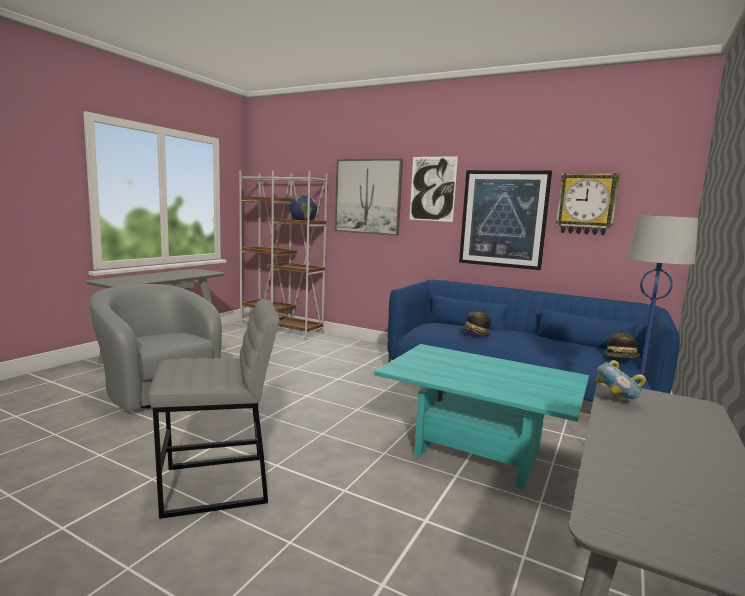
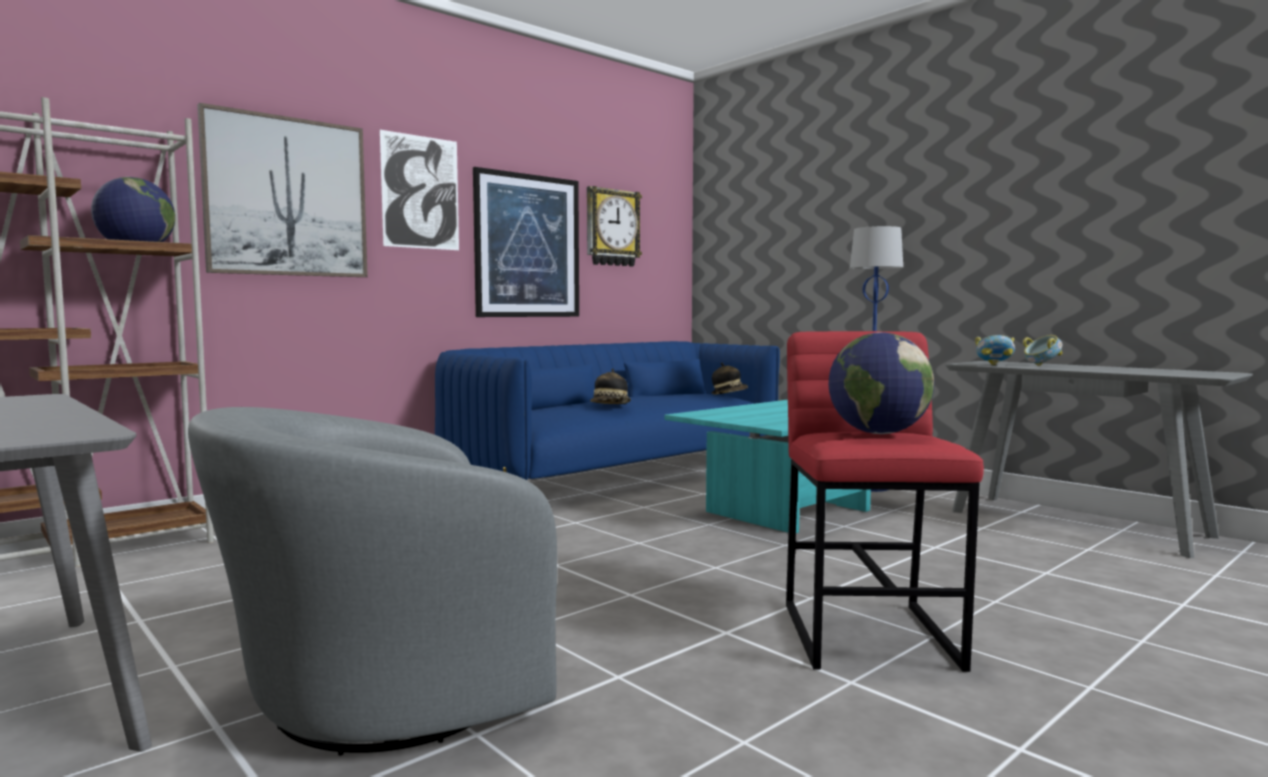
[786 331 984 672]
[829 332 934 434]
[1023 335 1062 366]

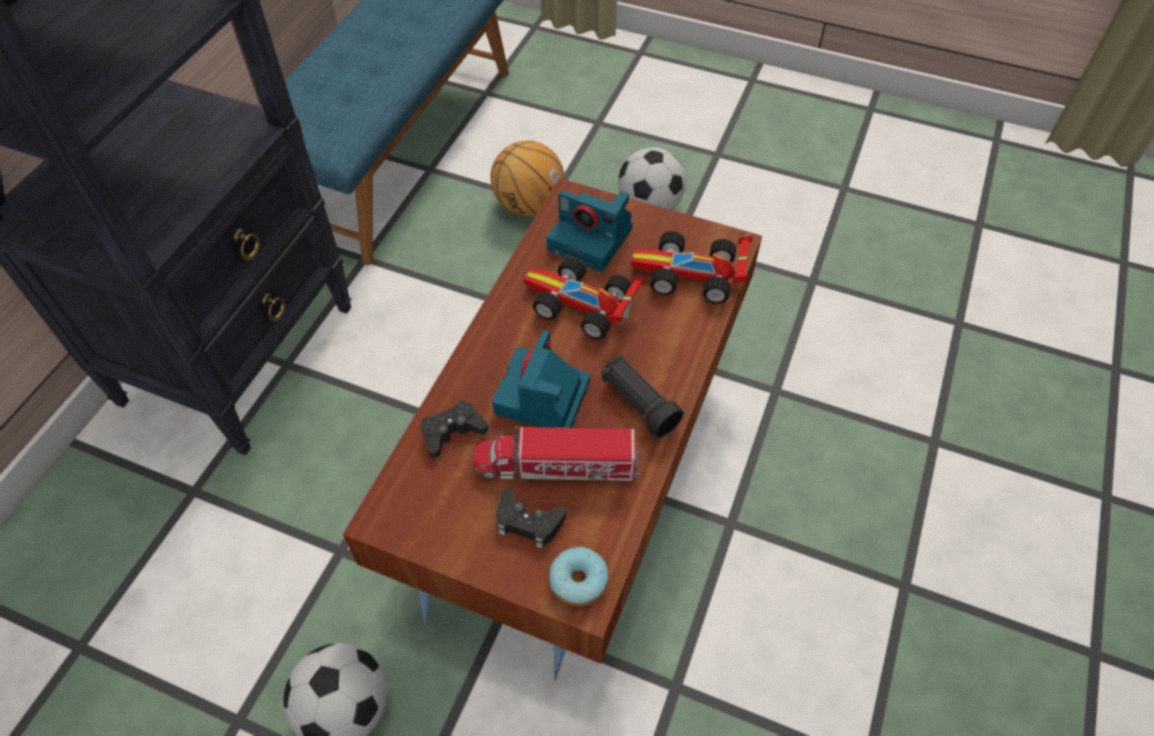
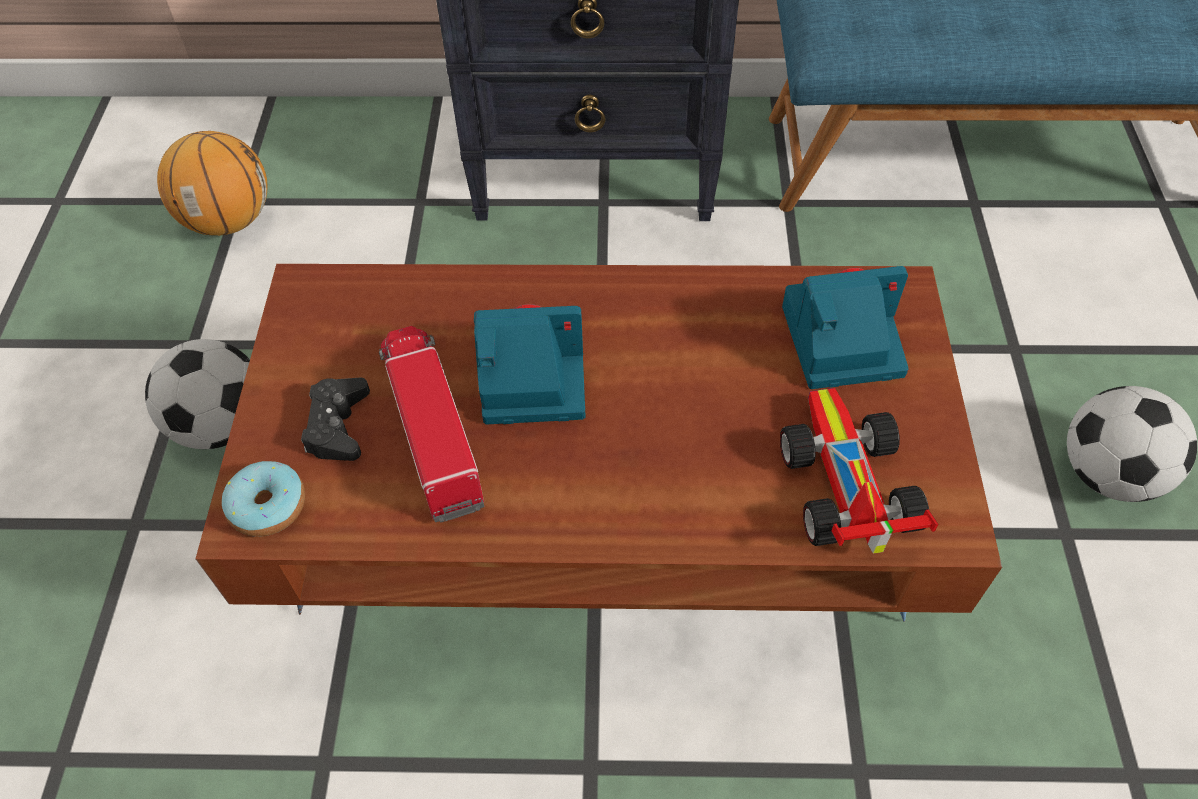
[157 131 268 236]
[782 266 909 389]
[524 257 645 339] (first image)
[602 356 684 438] (first image)
[421 400 488 458] (first image)

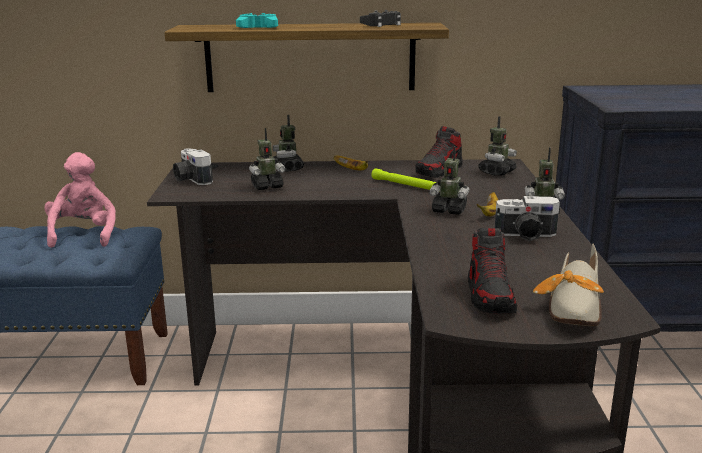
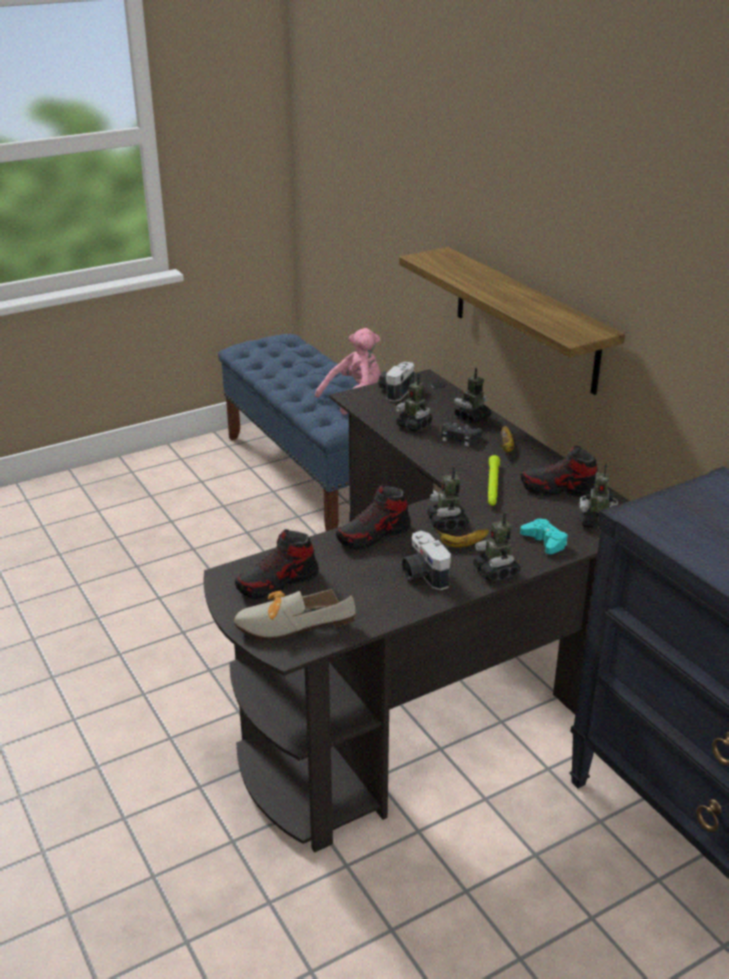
[442 422 483 446]
[520 519 568 554]
[336 485 411 550]

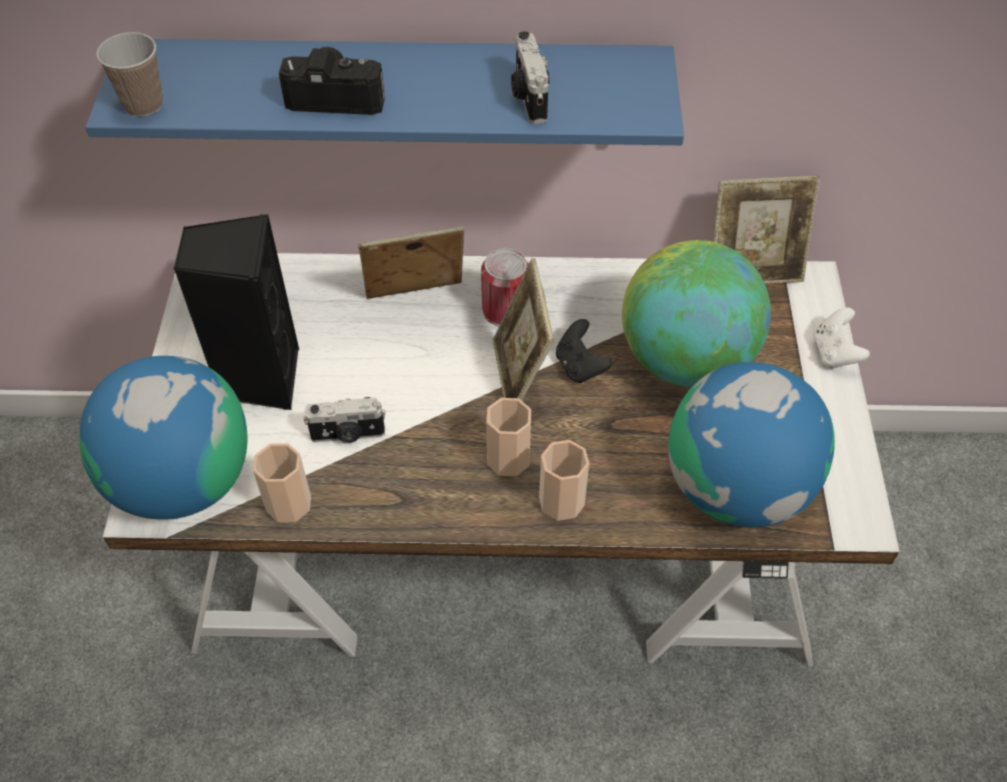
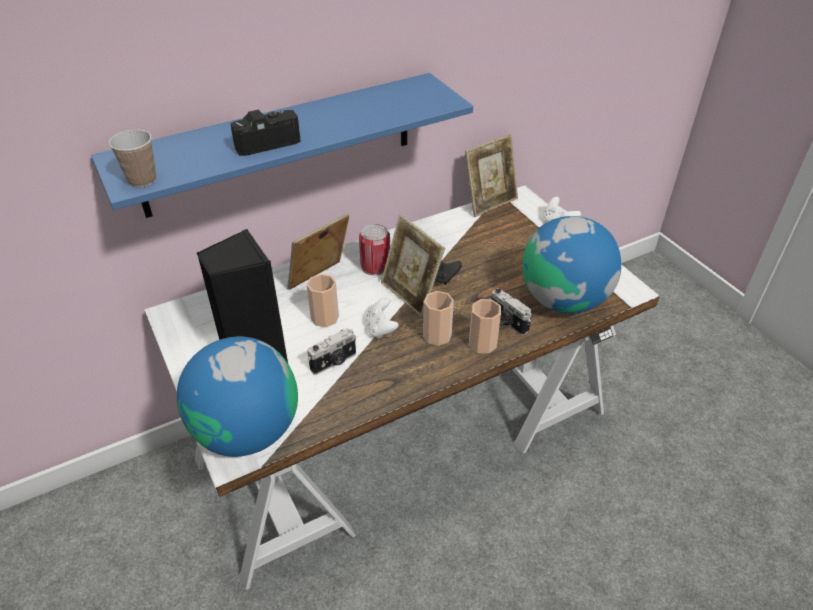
[491 288 532 336]
[622 240 771 387] (first image)
[306 274 339 327]
[366 297 399 339]

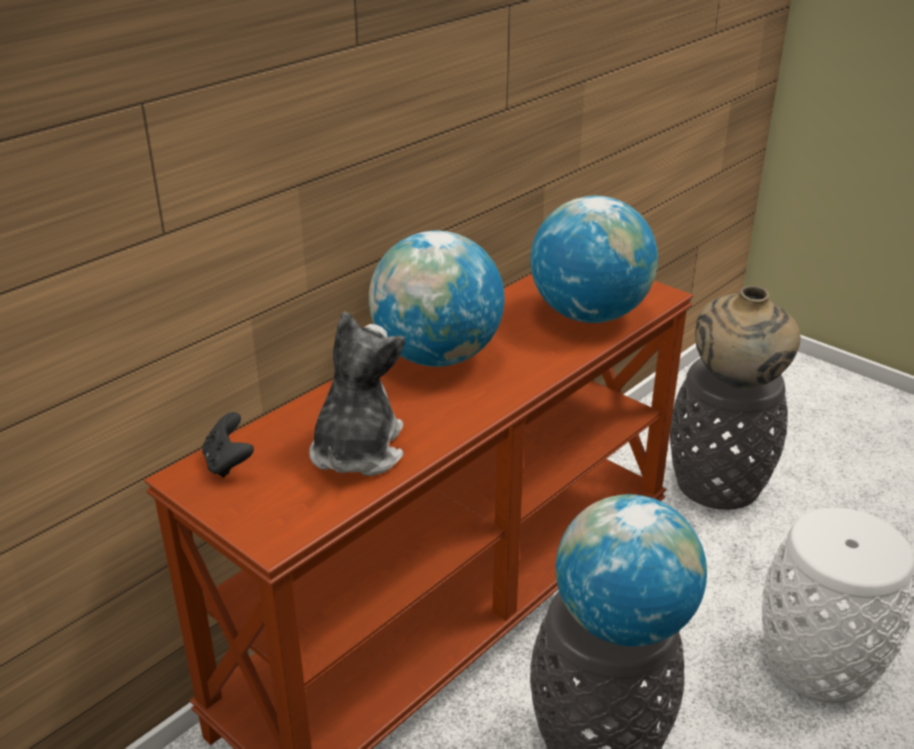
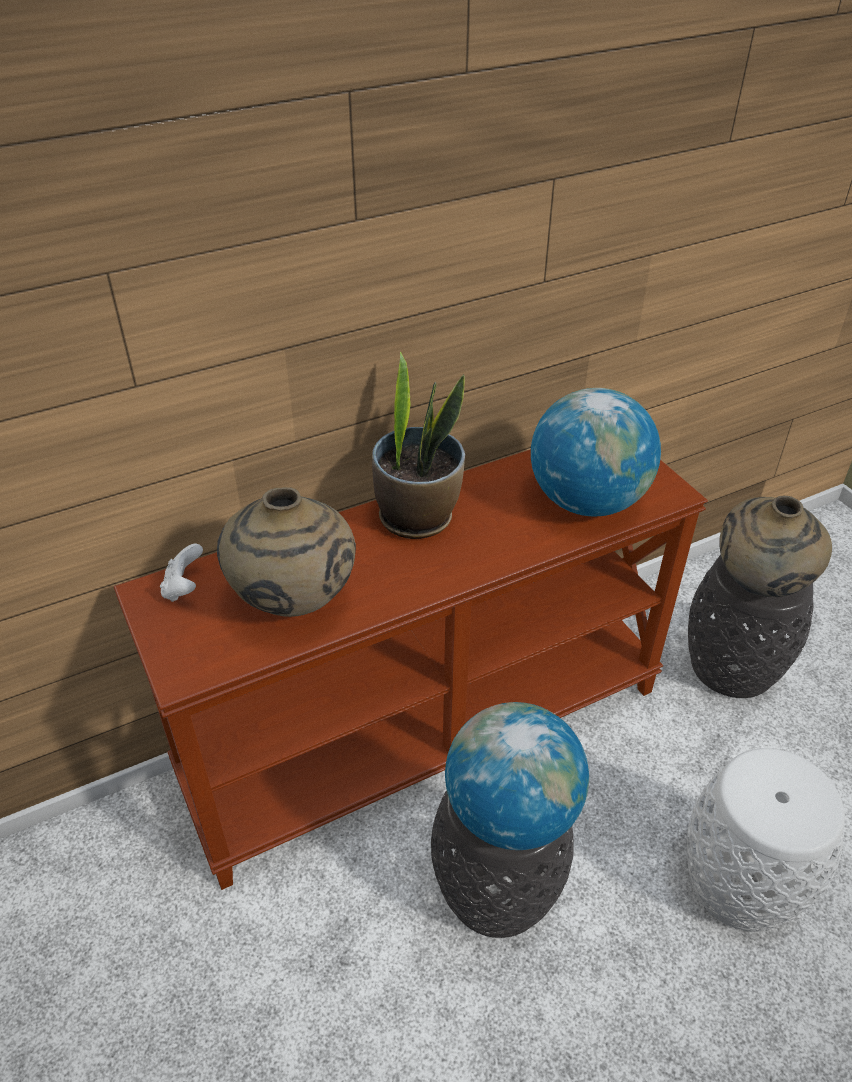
[372 352 465 539]
[217 487 356 617]
[160 544 203 602]

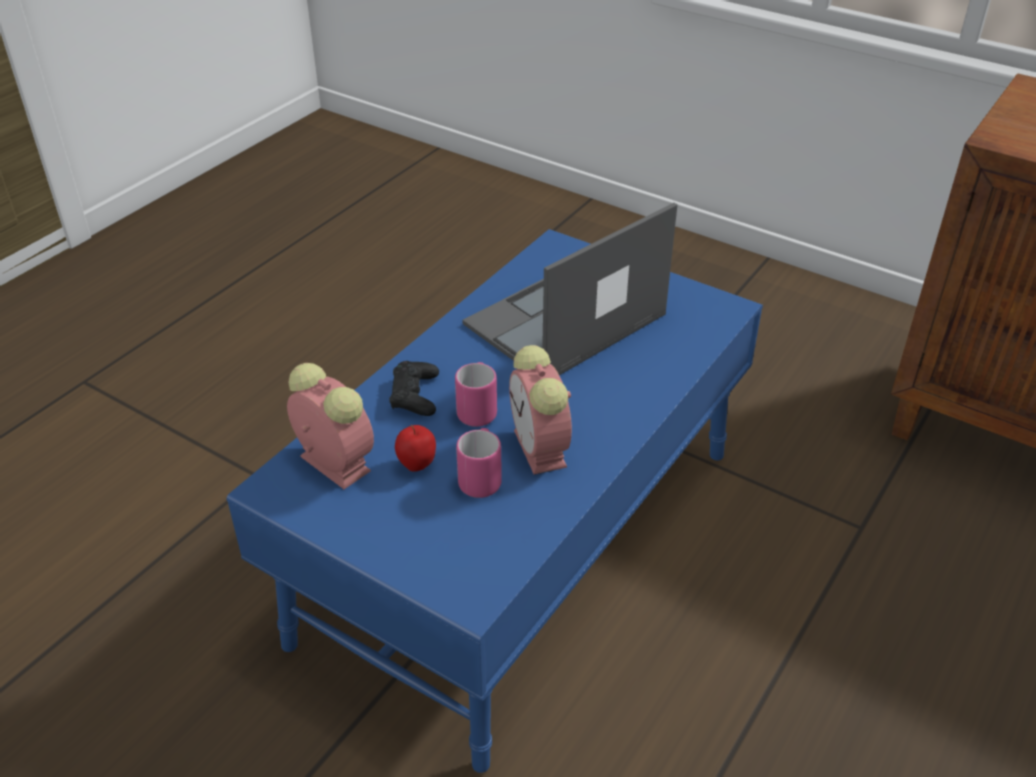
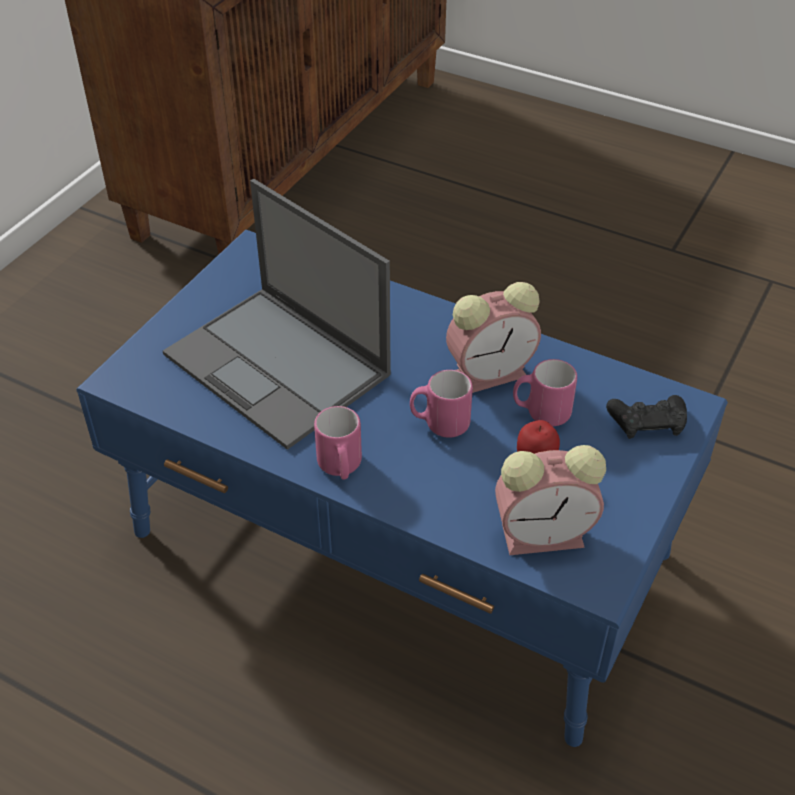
[606 395 687 439]
[495 445 606 555]
[314 406 362 479]

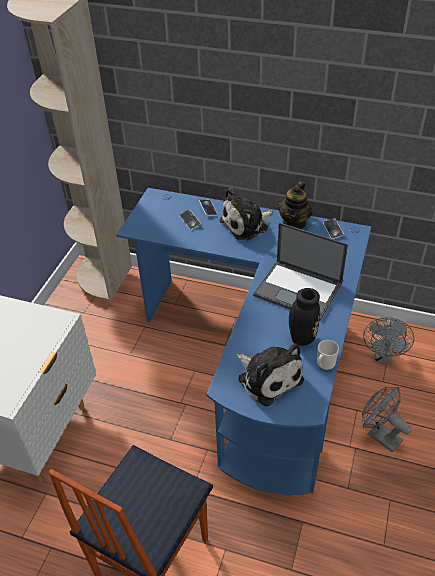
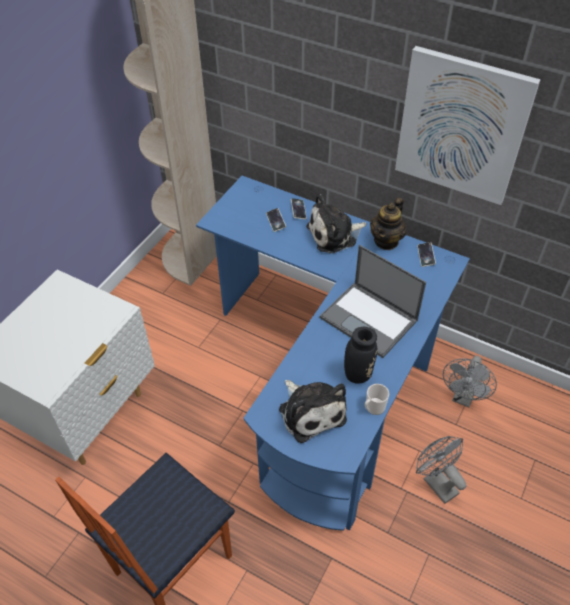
[395 46 541 205]

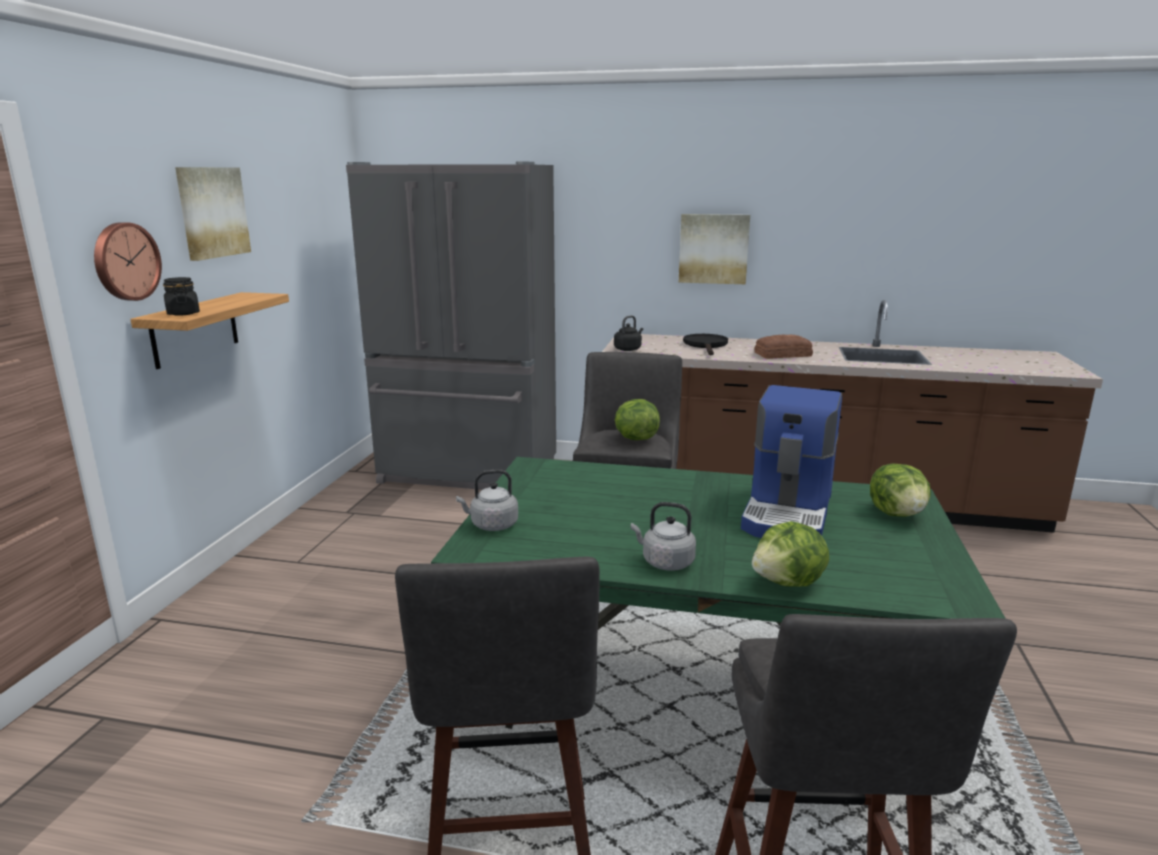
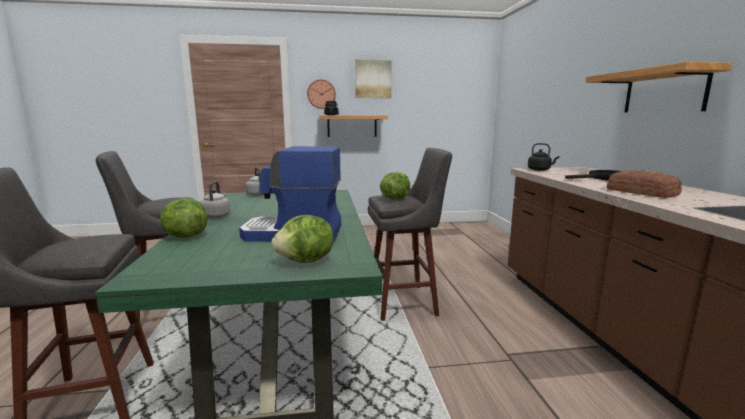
[346 161 556 490] (first image)
[586 62 732 112]

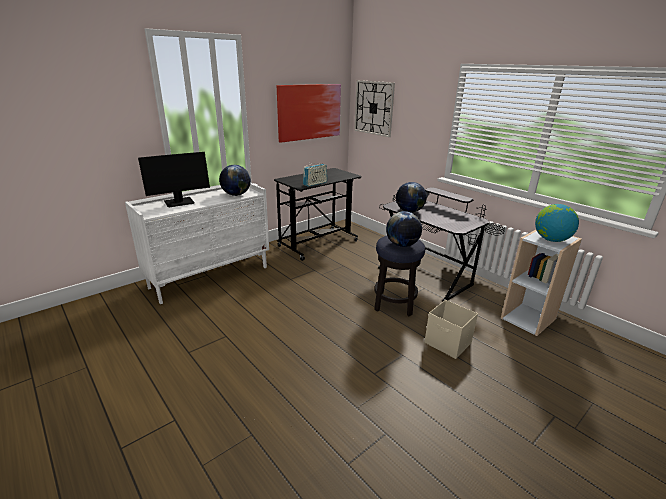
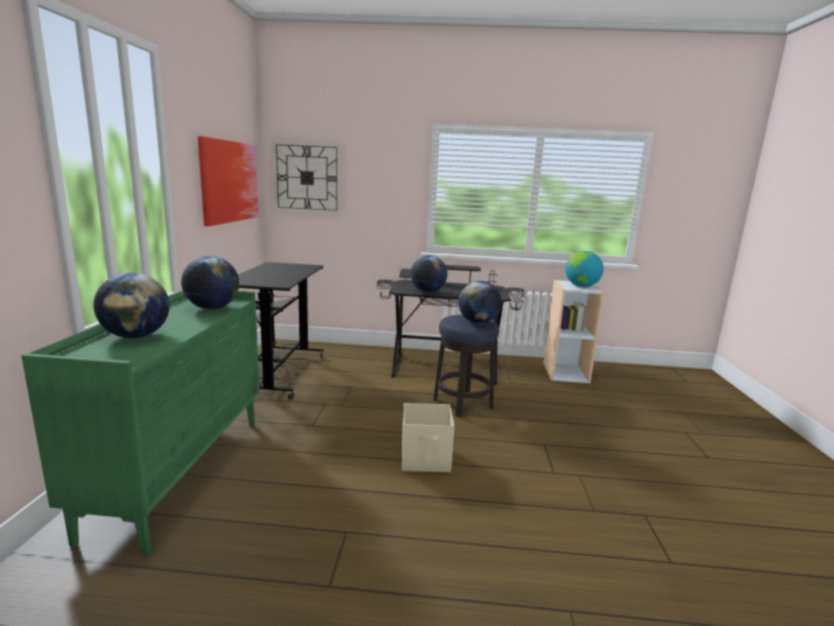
[93 272 169 338]
[303 163 327 187] (first image)
[21 291 260 556]
[402 403 454 472]

